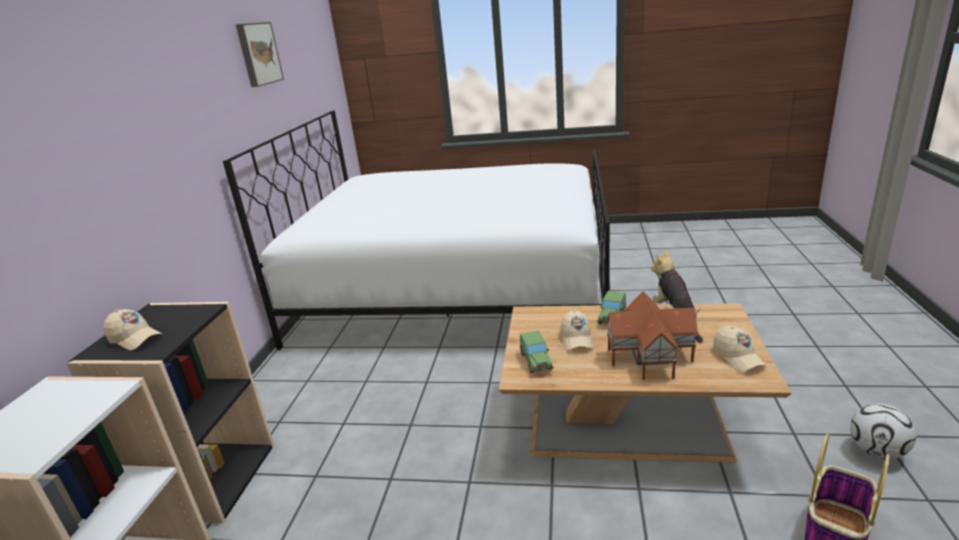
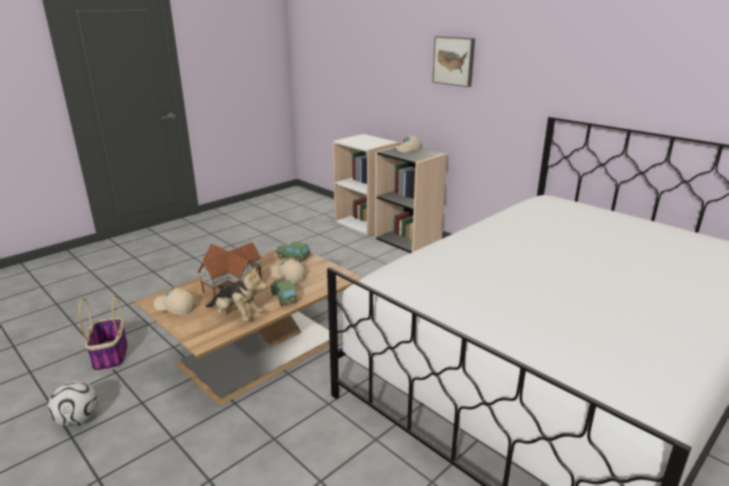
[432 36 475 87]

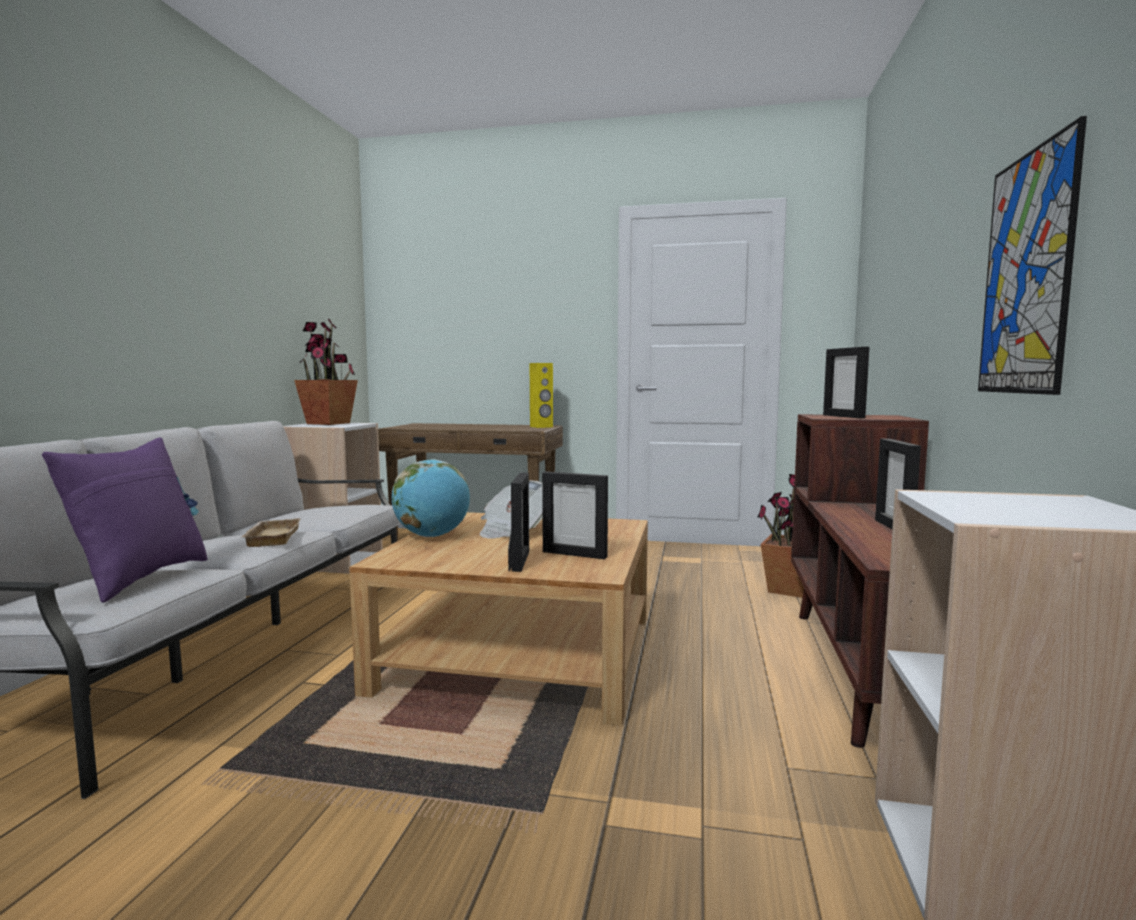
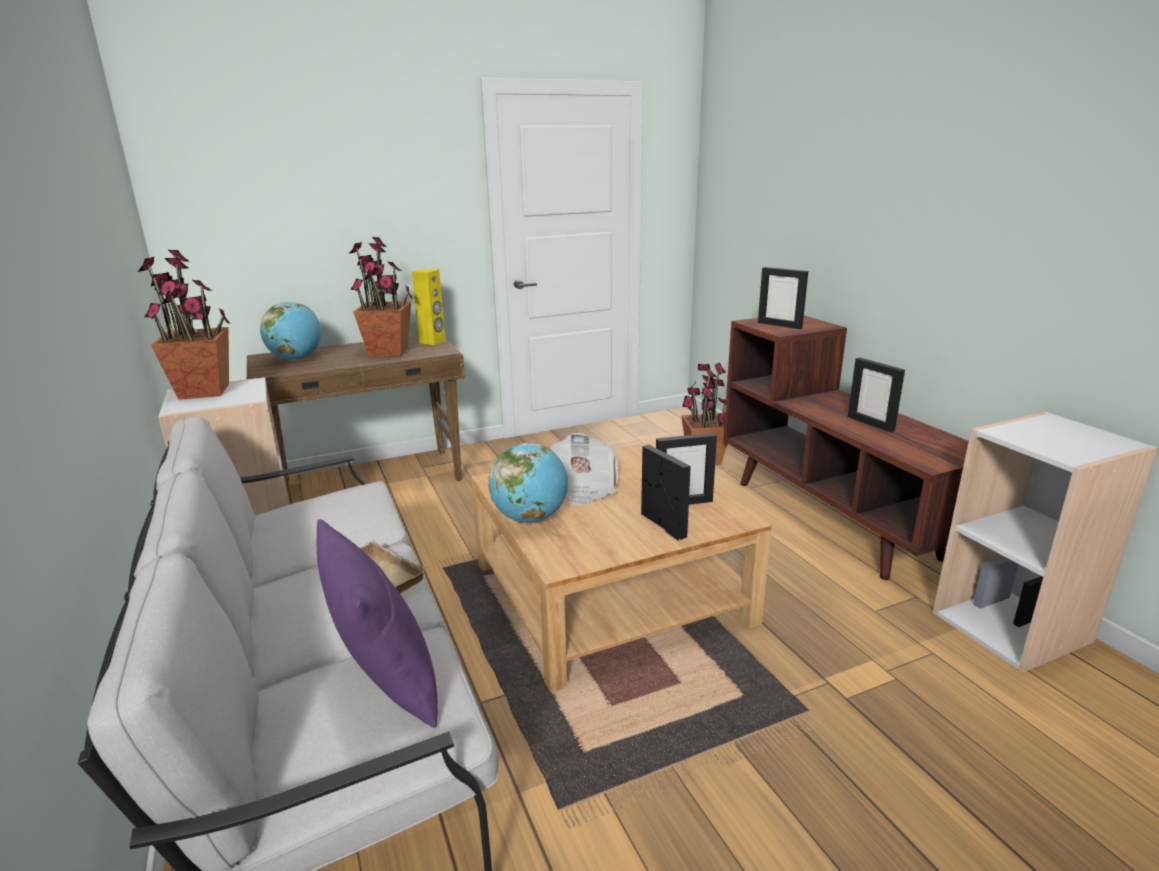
[978 116 1087 395] (first image)
[350 237 413 357]
[260 302 322 360]

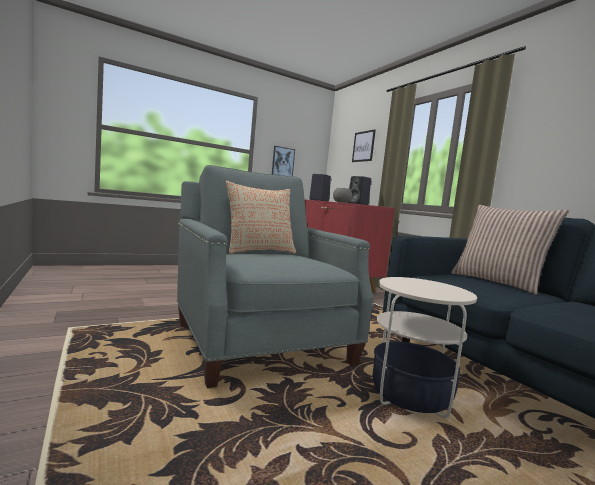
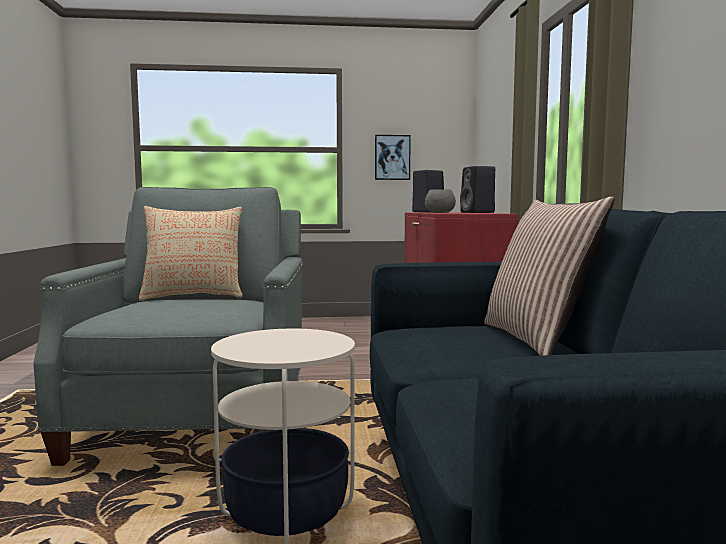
[352 129 376 162] (first image)

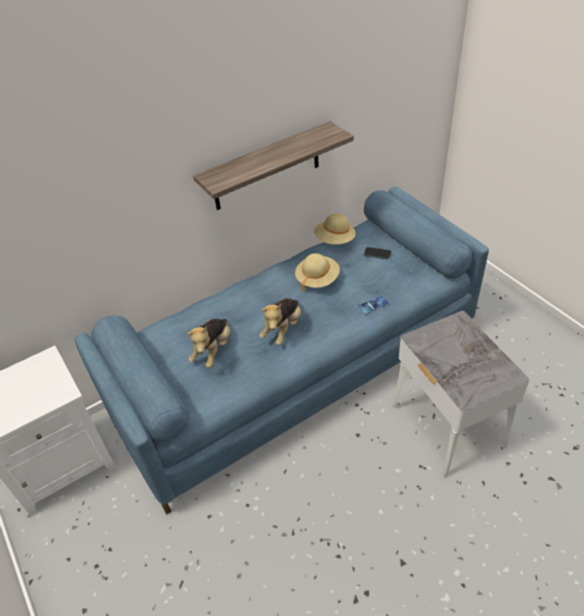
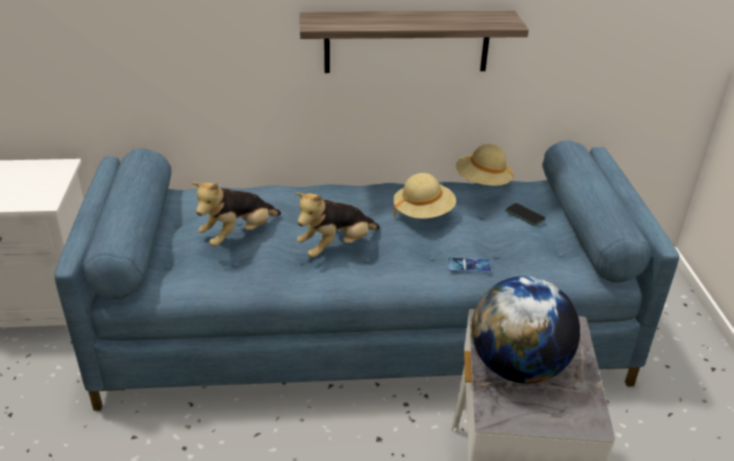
[472 276 580 384]

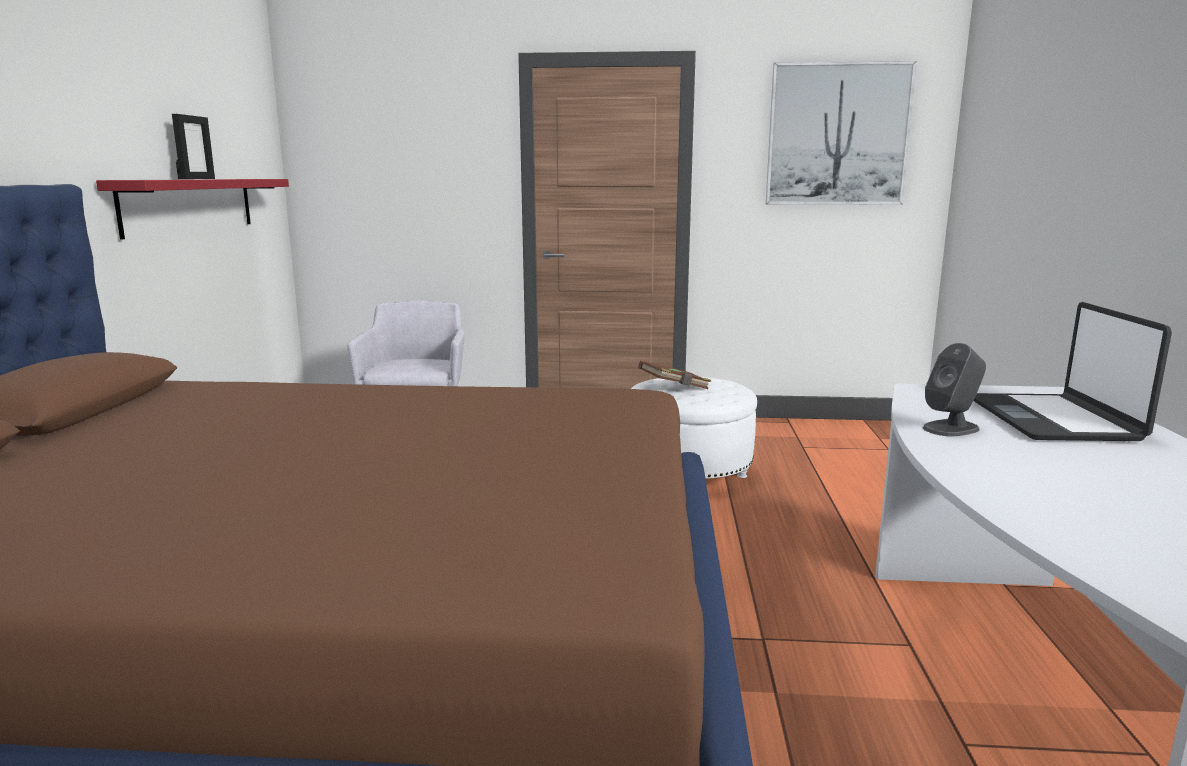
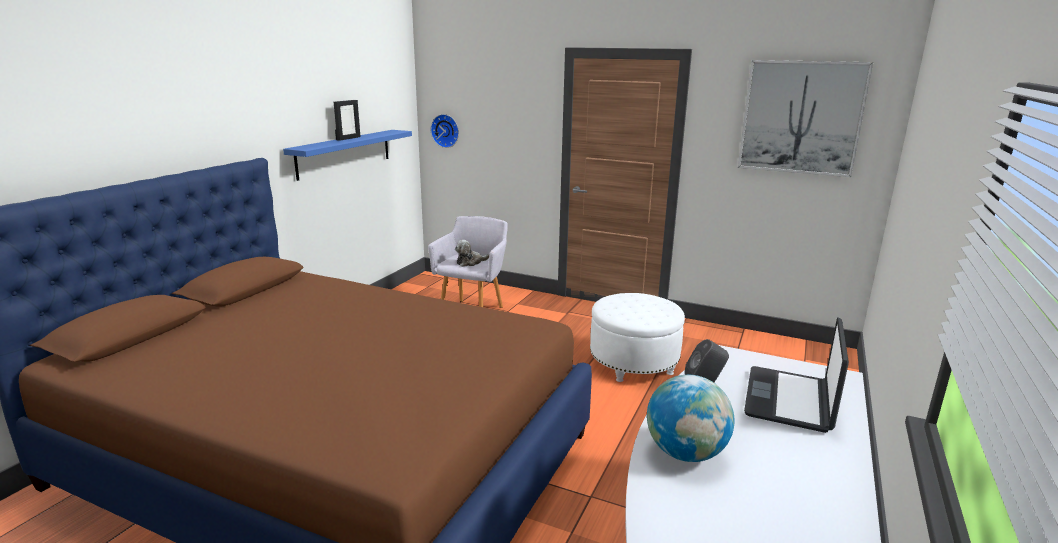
[283 130 412 181]
[638 361 711 389] (first image)
[431 114 459 148]
[455 240 489 267]
[647 375 734 462]

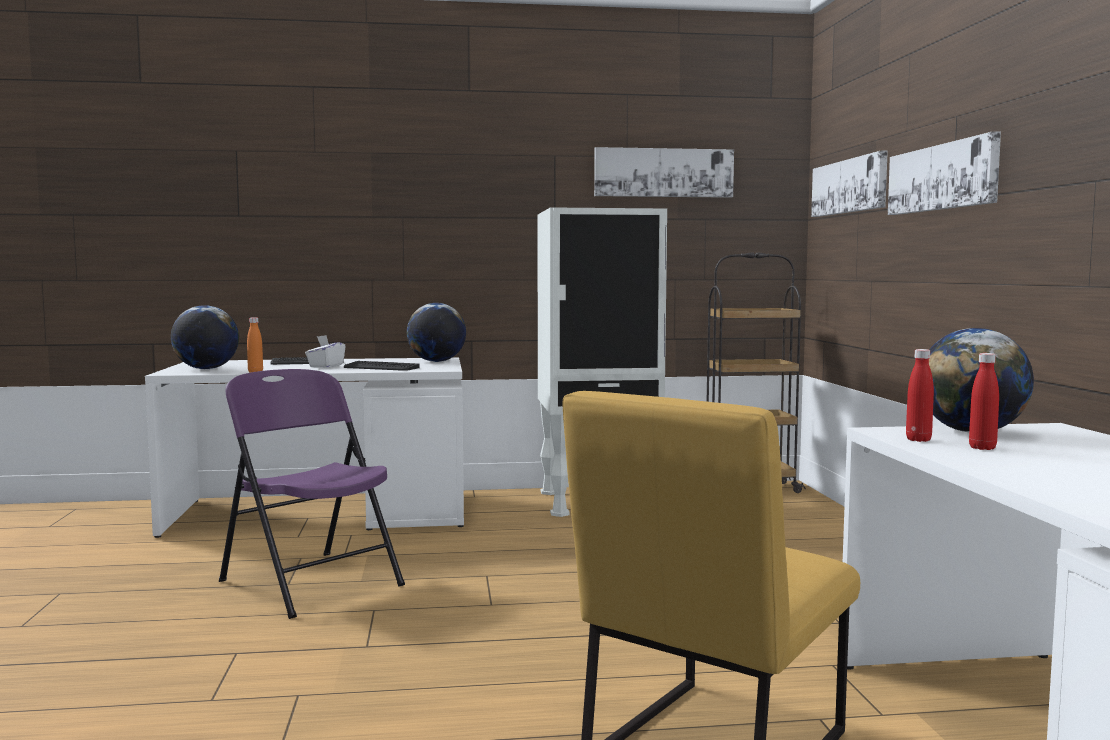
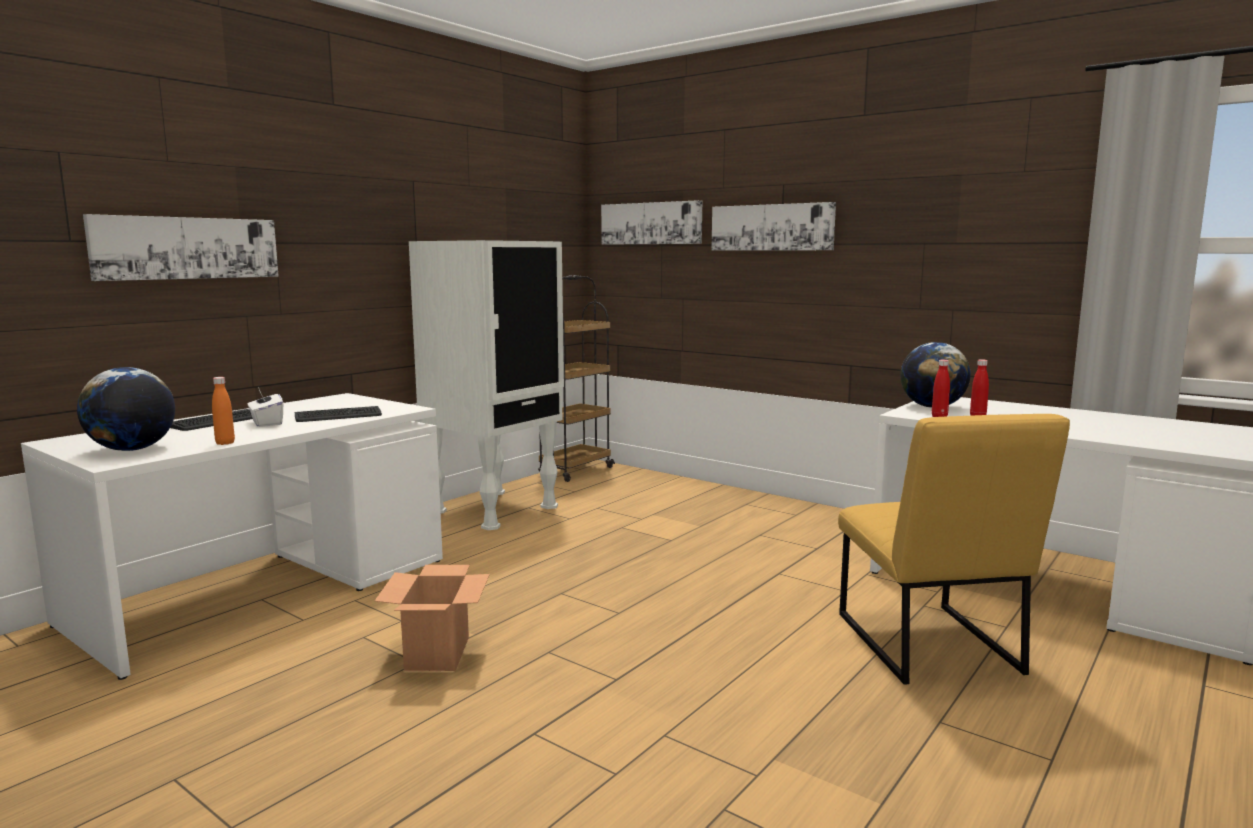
[83 214 279 281]
[407 303 466 362] (first image)
[375 565 490 671]

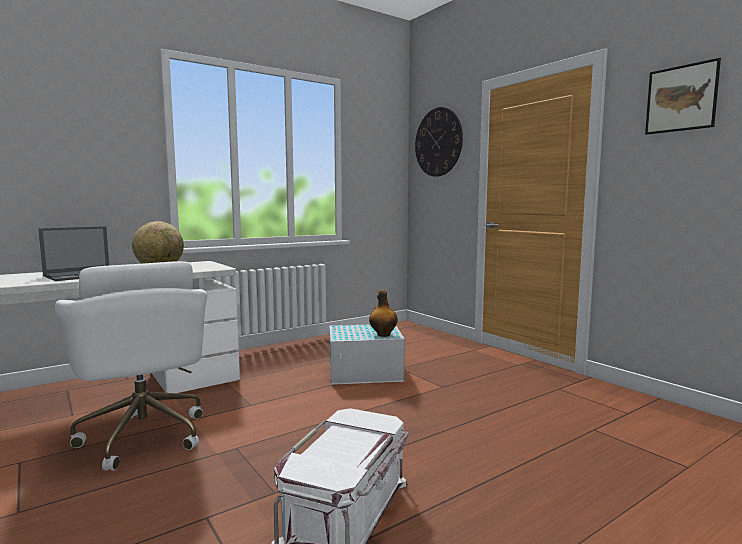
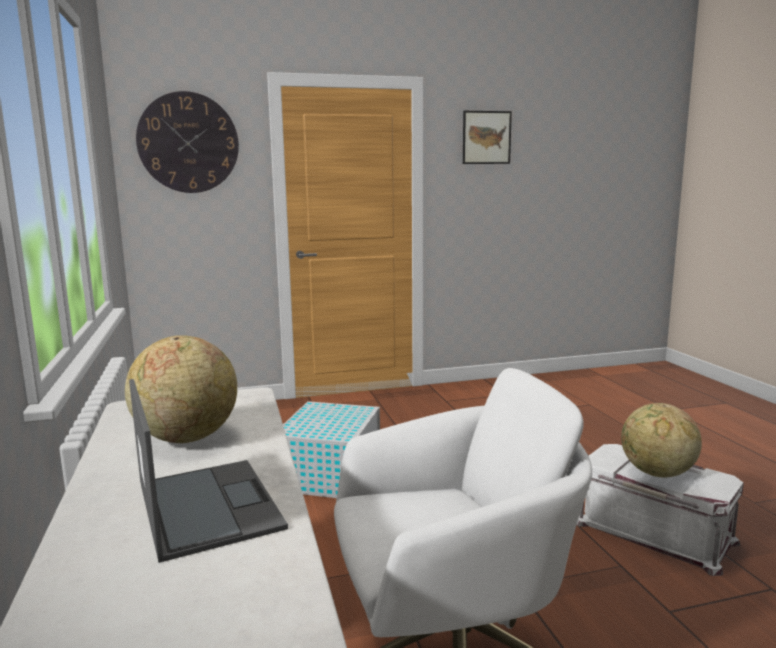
[369 291 398 337] (first image)
[621 403 702 478]

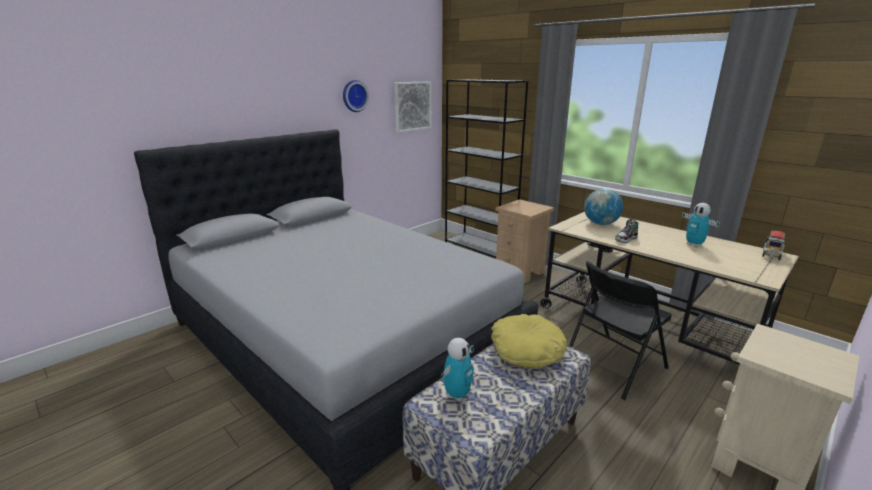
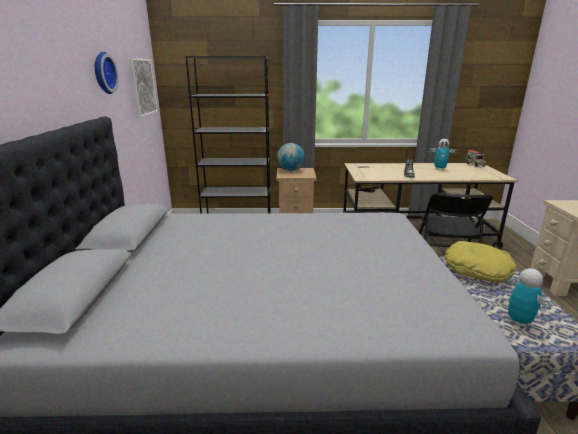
[277 143 305 171]

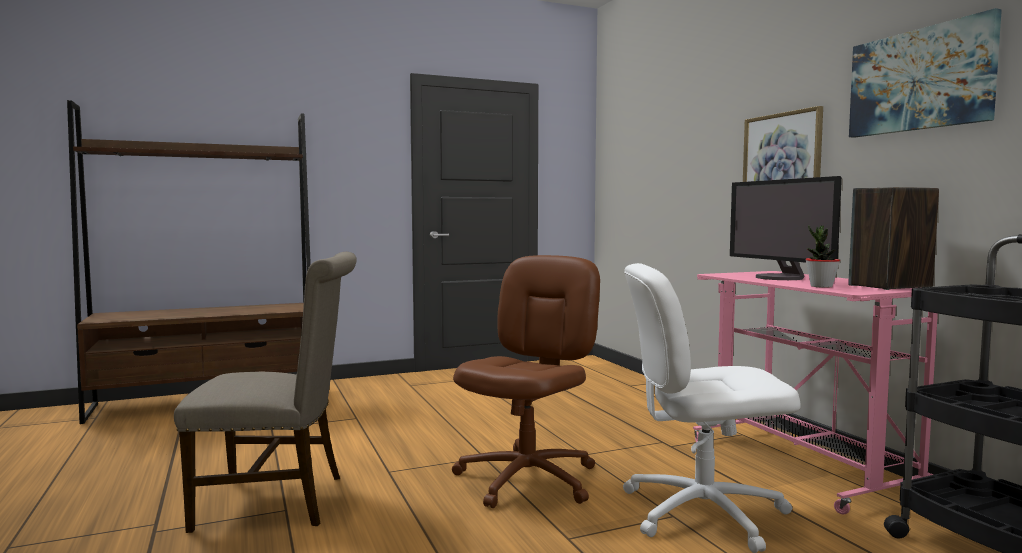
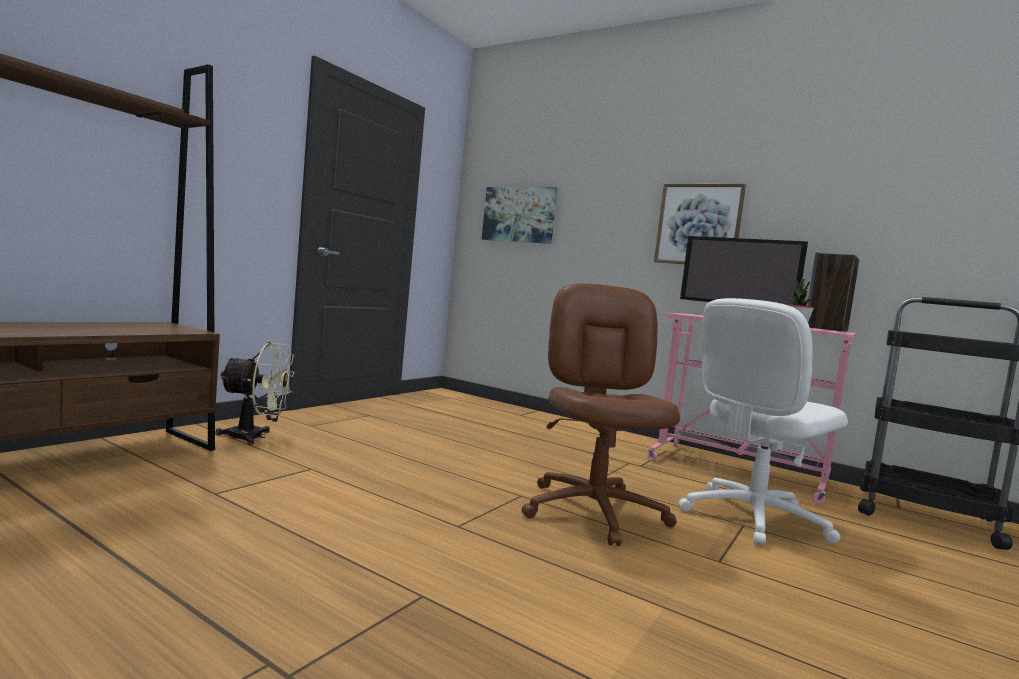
[482 187 558 244]
[174 252 357 533] (first image)
[215 342 295 445]

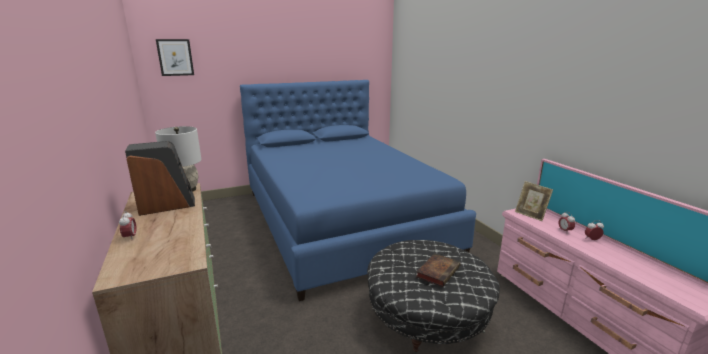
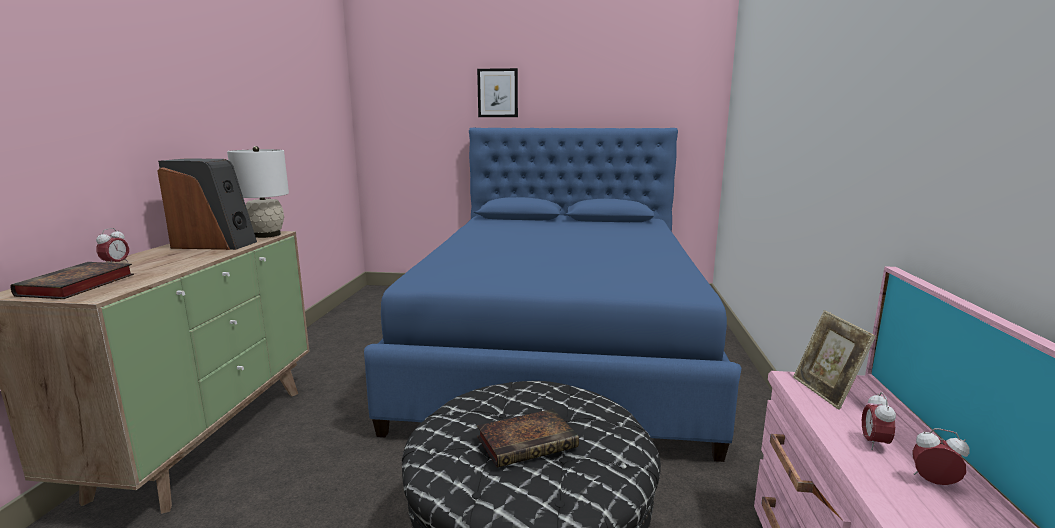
[477 68 518 117]
[10 262 134 299]

